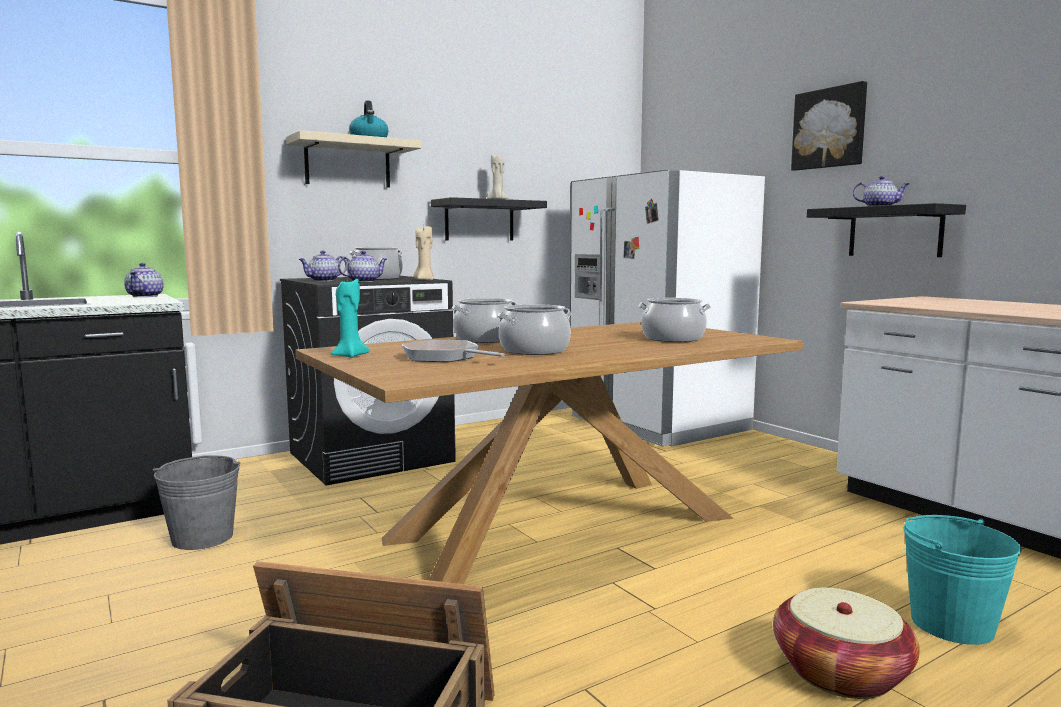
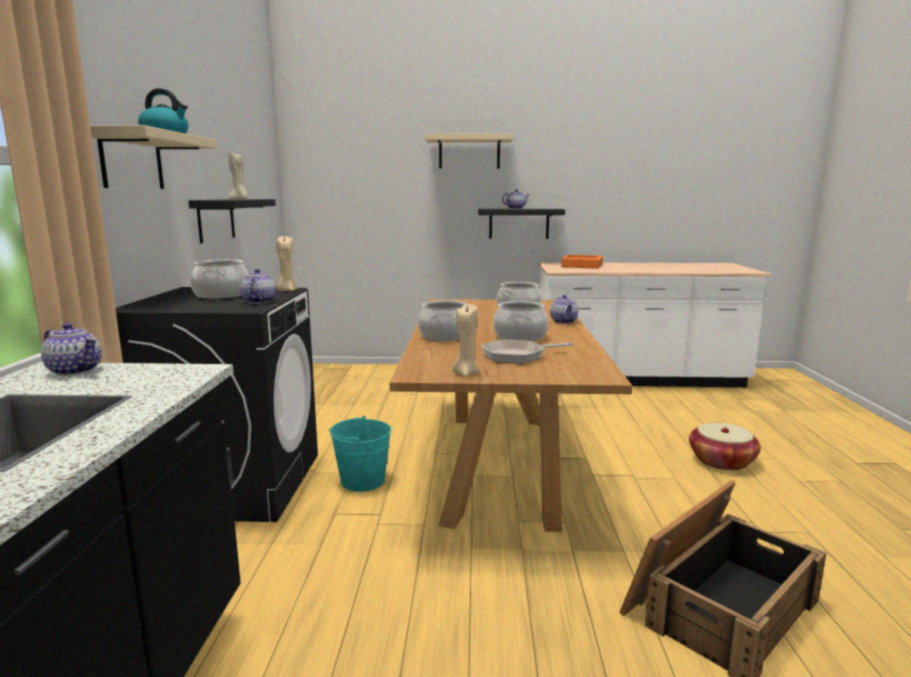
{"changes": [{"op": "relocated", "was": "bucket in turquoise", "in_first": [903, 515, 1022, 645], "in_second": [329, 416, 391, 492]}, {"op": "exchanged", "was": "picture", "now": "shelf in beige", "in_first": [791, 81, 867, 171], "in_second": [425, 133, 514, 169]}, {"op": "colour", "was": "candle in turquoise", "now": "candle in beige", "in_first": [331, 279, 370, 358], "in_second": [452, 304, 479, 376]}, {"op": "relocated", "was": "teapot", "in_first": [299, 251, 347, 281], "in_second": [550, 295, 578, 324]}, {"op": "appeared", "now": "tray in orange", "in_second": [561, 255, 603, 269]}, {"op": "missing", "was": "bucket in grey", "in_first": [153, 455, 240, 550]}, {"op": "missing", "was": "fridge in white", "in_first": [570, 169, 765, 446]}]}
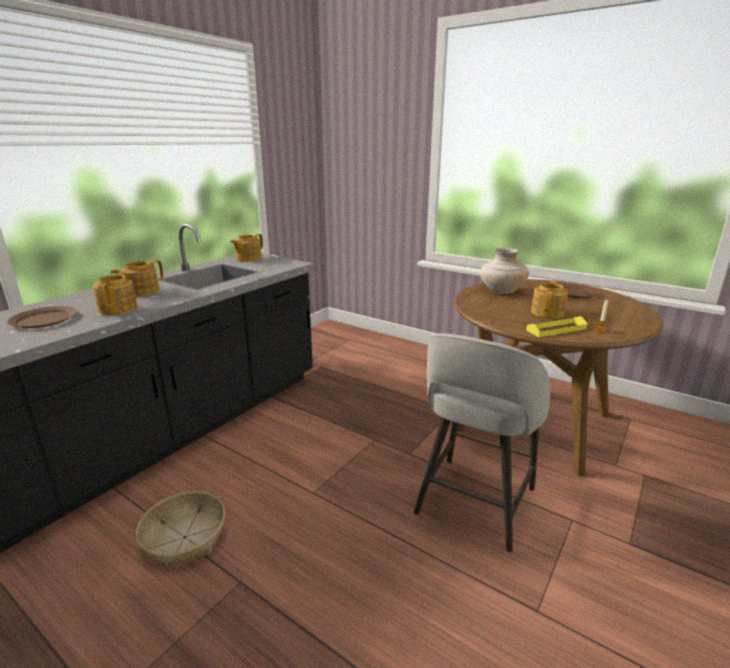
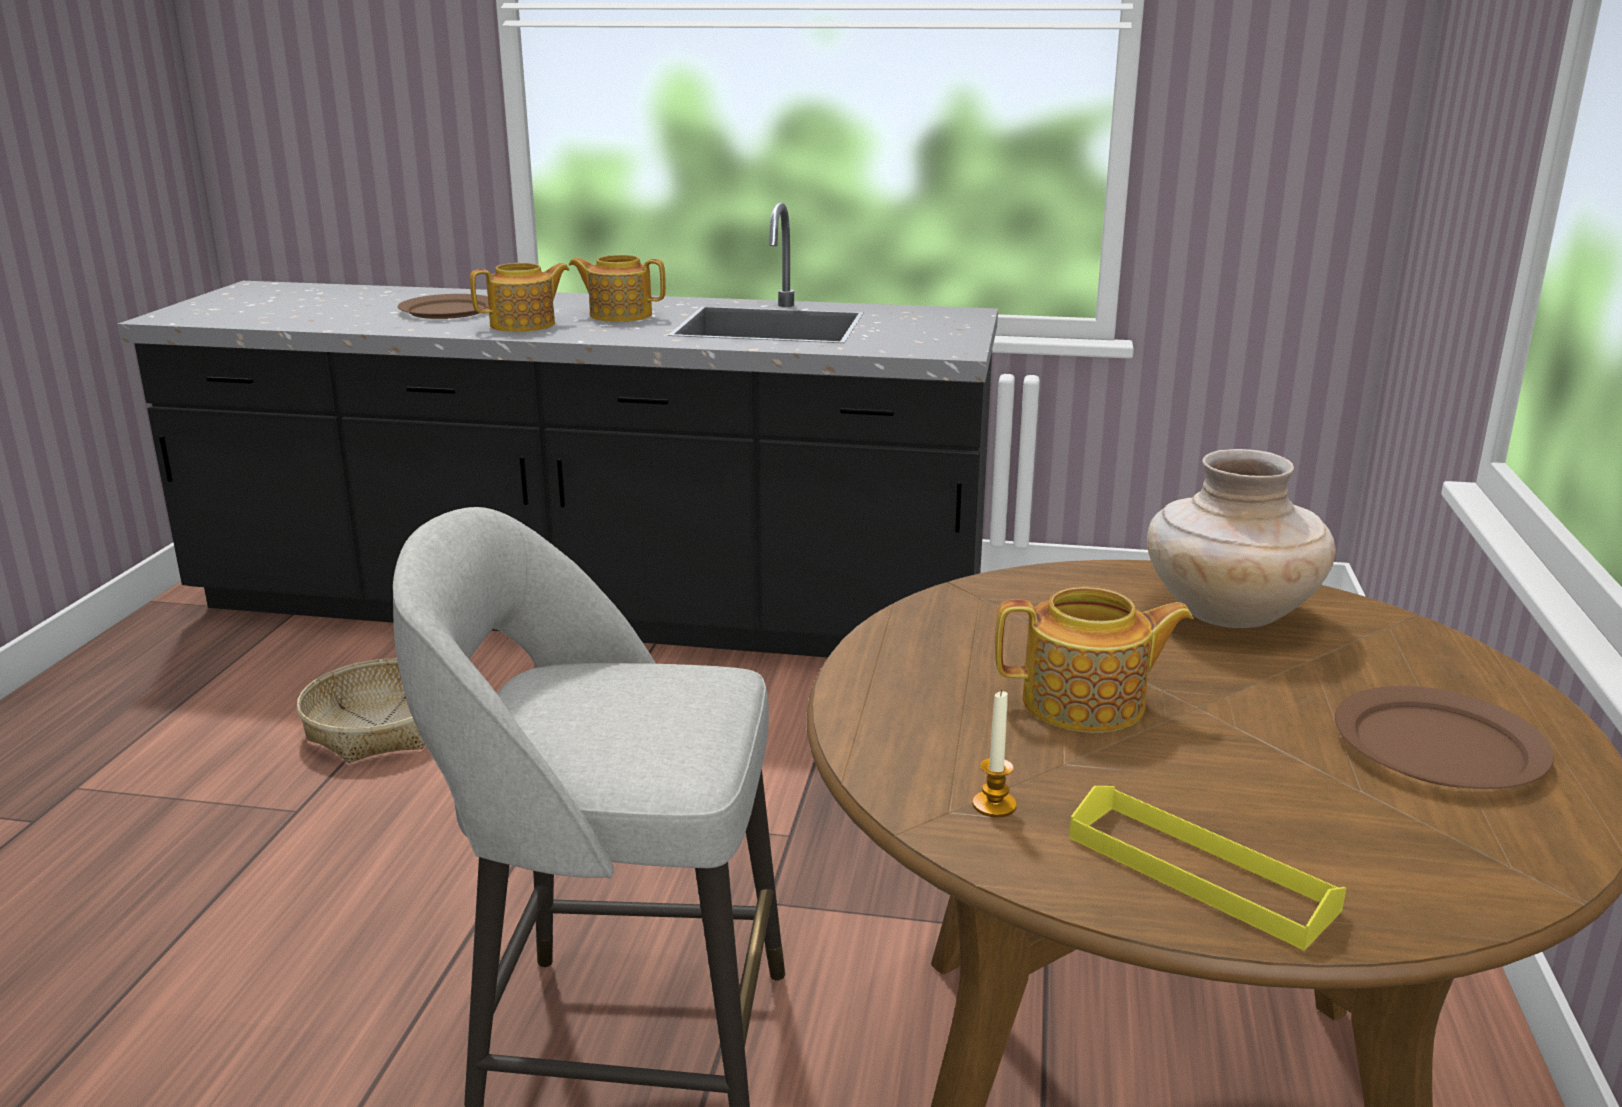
{"changes": [{"op": "relocated", "was": "tray in yellow", "in_first": [526, 316, 588, 337], "in_second": [1069, 786, 1346, 951]}, {"op": "missing", "was": "teapot", "in_first": [230, 234, 263, 262]}]}
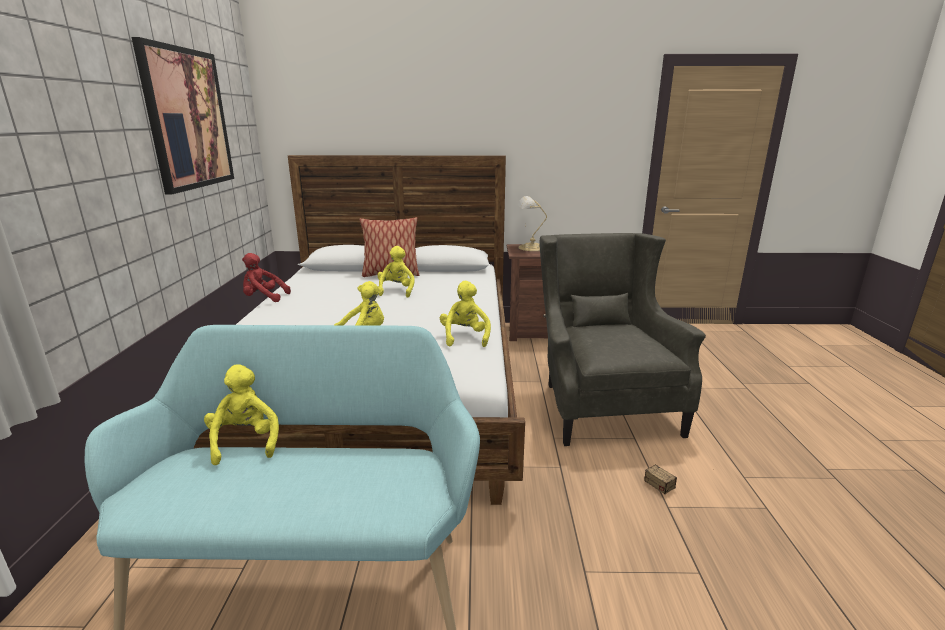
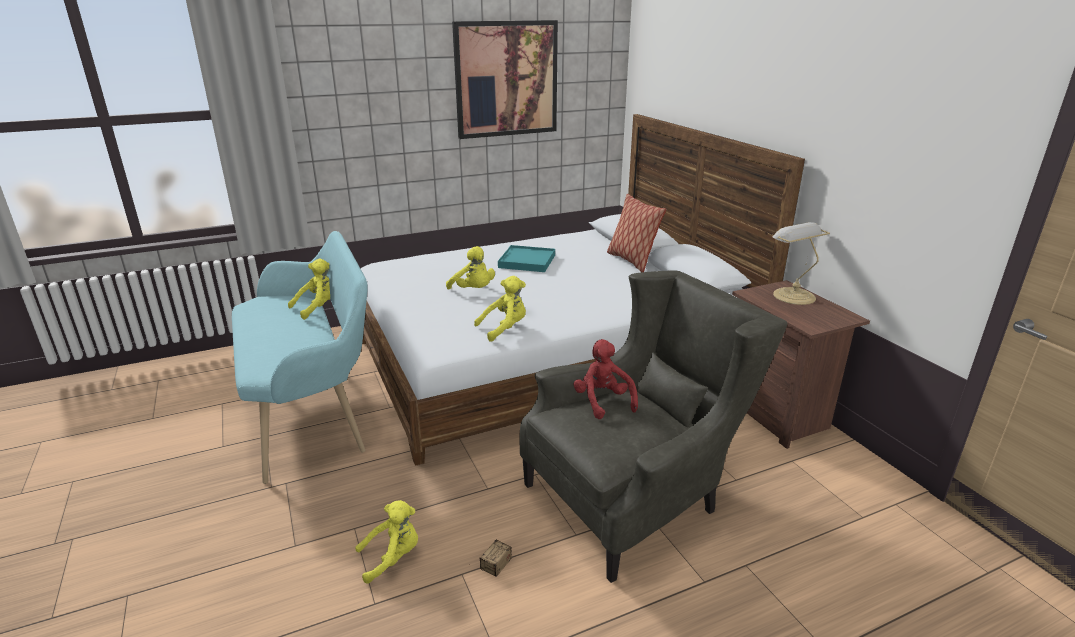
{"changes": [{"op": "relocated", "was": "plush toy in yellow", "in_first": [377, 246, 415, 298], "in_second": [355, 500, 418, 583]}, {"op": "appeared", "now": "tray in turquoise", "in_second": [498, 245, 555, 272]}, {"op": "relocated", "was": "plush toy in red", "in_first": [242, 253, 291, 302], "in_second": [573, 339, 638, 419]}]}
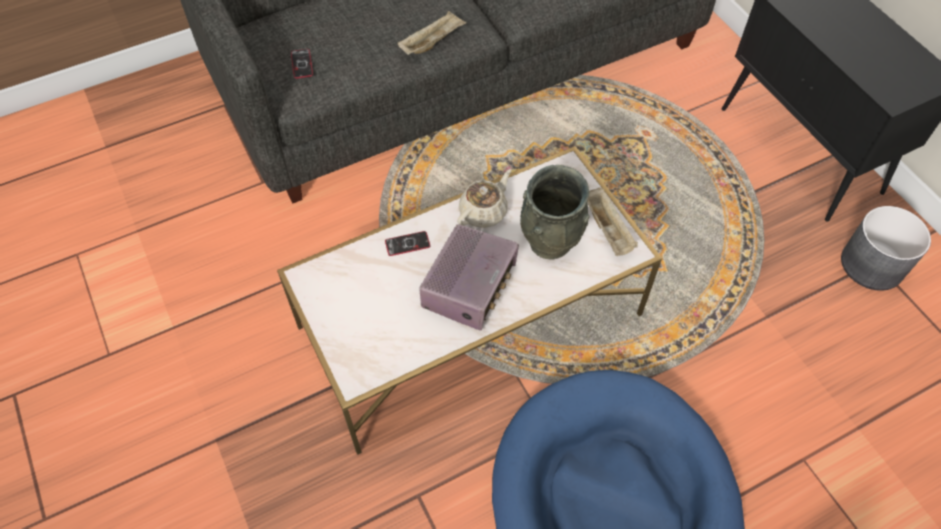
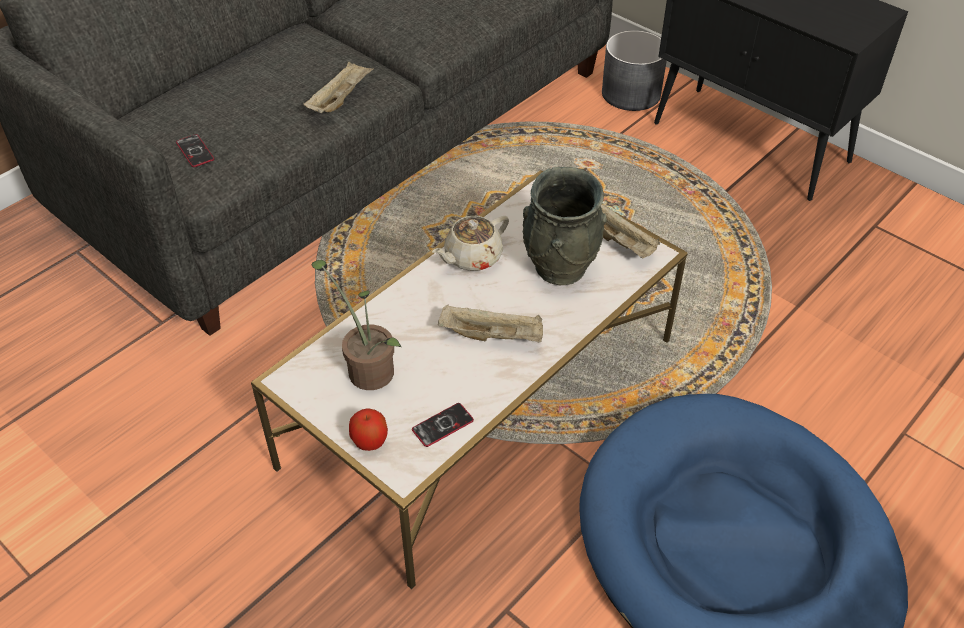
{"changes": [{"op": "appeared", "now": "potted plant", "in_second": [312, 260, 401, 390]}, {"op": "appeared", "now": "apple", "in_second": [349, 408, 388, 451]}, {"op": "relocated", "was": "phone", "in_first": [385, 231, 430, 256], "in_second": [412, 403, 474, 447]}, {"op": "spun", "was": "teapot in beige", "in_first": [457, 169, 511, 228], "in_second": [432, 216, 509, 271], "clockwise": -150}, {"op": "exchanged", "was": "radio", "now": "tray in beige", "in_first": [419, 224, 519, 330], "in_second": [438, 305, 543, 343]}, {"op": "relocated", "was": "planter in grey", "in_first": [841, 206, 931, 291], "in_second": [602, 30, 667, 111]}]}
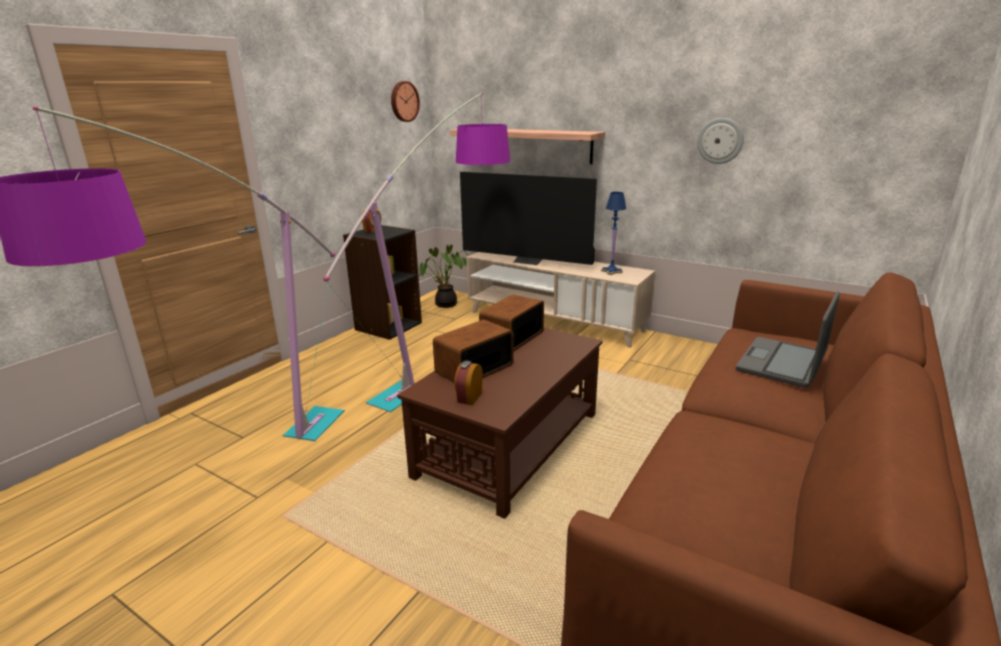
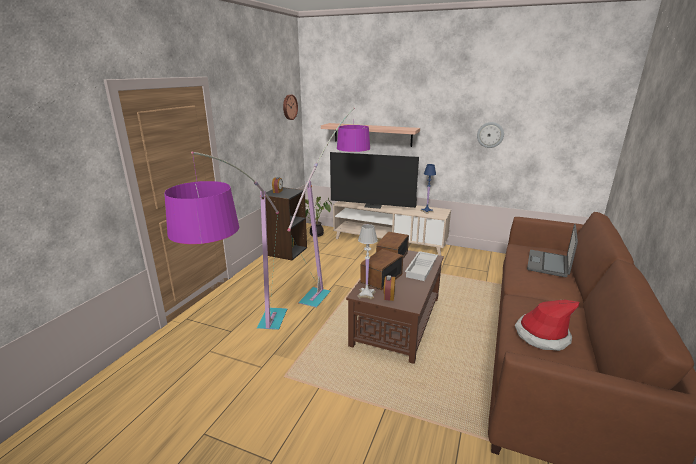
{"changes": [{"op": "appeared", "now": "table lamp in white", "in_second": [357, 224, 378, 300]}, {"op": "appeared", "now": "tray in white", "in_second": [405, 251, 438, 281]}, {"op": "appeared", "now": "hat", "in_second": [515, 299, 579, 351]}]}
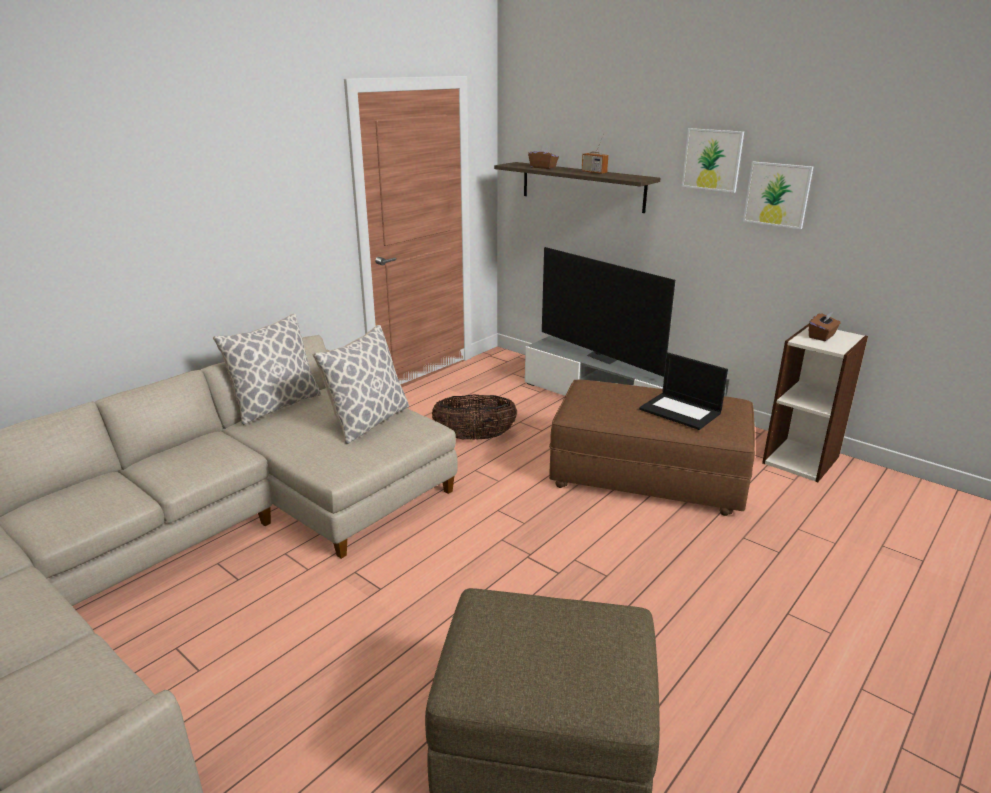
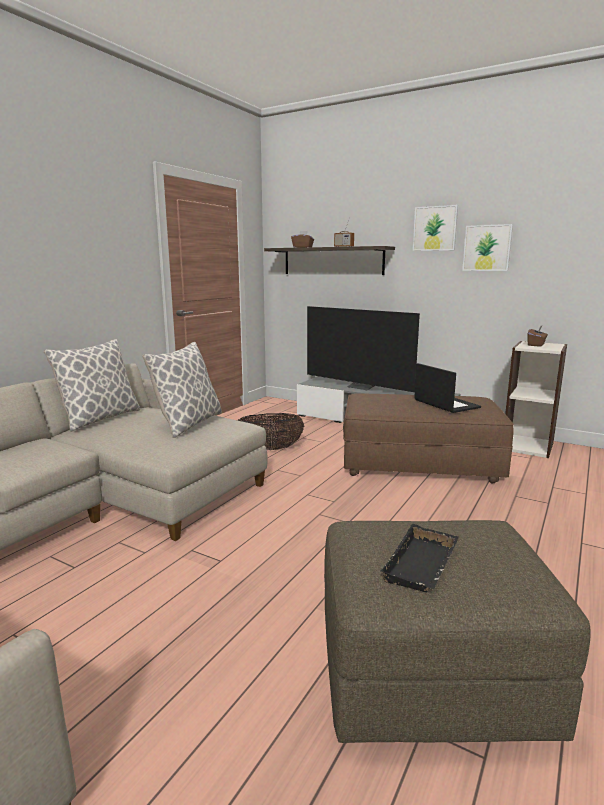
{"changes": [{"op": "appeared", "now": "tray in black", "in_second": [381, 524, 459, 592]}, {"op": "spun", "was": "laptop", "in_first": [639, 353, 728, 430], "in_second": [414, 363, 481, 413], "clockwise": -150}]}
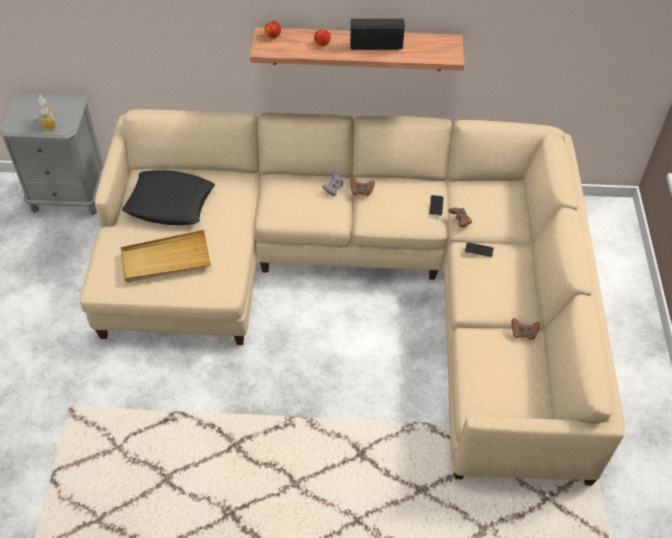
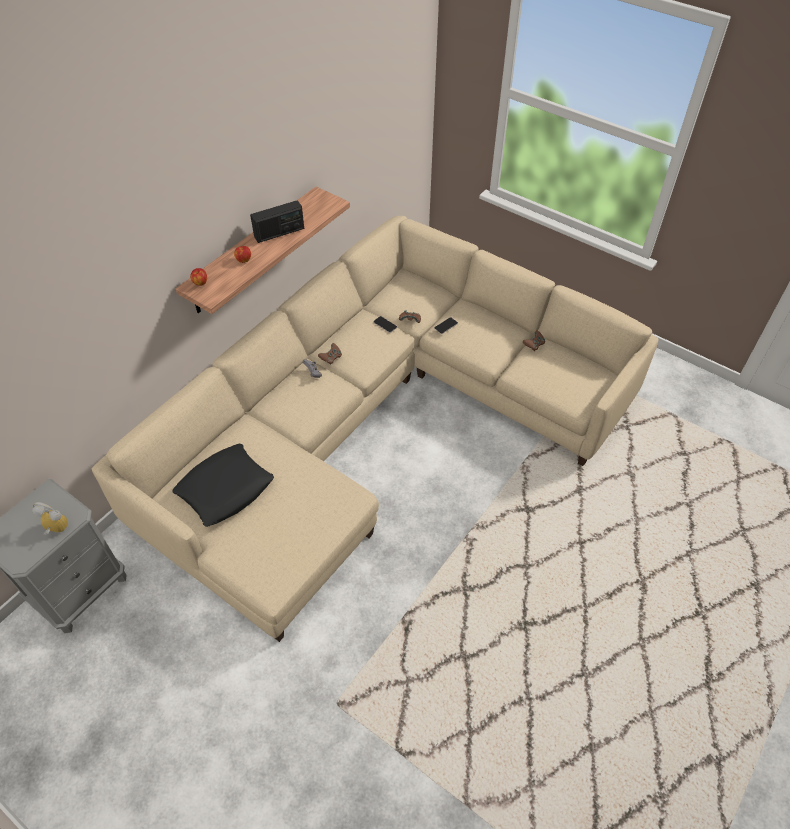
{"changes": [{"op": "spun", "was": "radio", "in_first": [350, 19, 405, 50], "in_second": [250, 200, 304, 243], "clockwise": -150}, {"op": "missing", "was": "tray in beige", "in_first": [121, 230, 211, 282]}]}
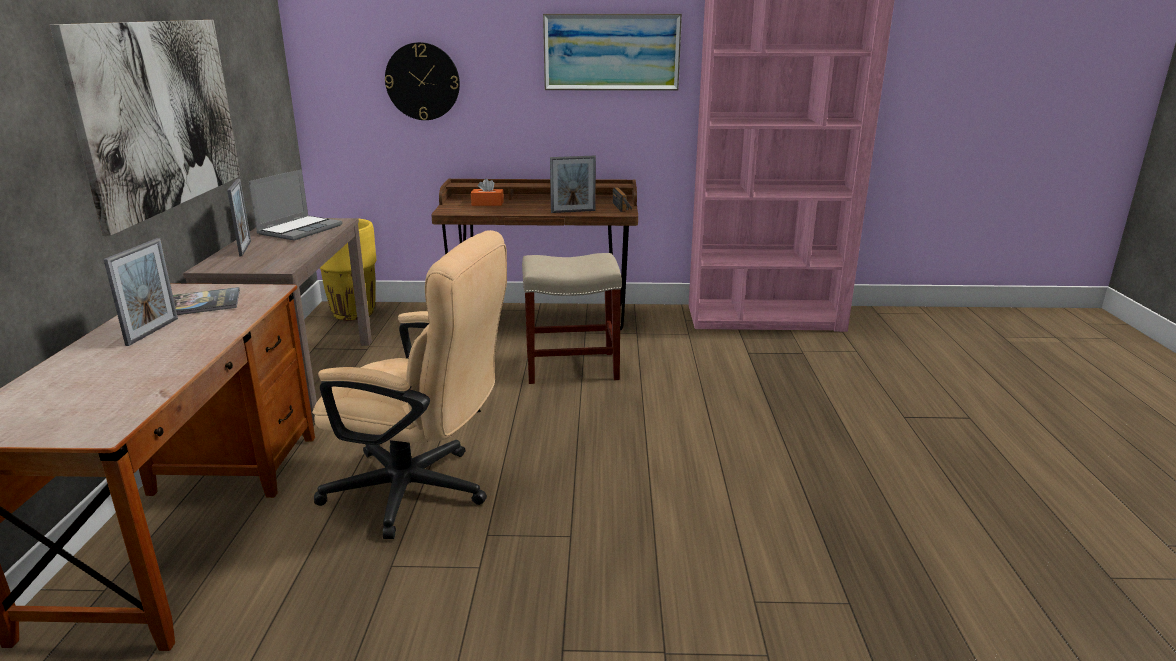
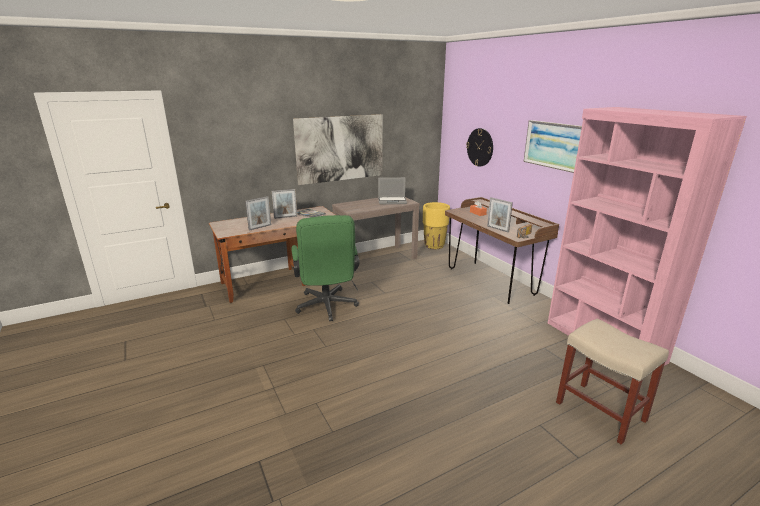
{"changes": [{"op": "relocated", "was": "picture frame", "in_first": [227, 179, 251, 256], "in_second": [245, 196, 271, 231]}, {"op": "colour", "was": "office chair in beige", "now": "office chair in green", "in_first": [312, 230, 507, 539], "in_second": [291, 215, 360, 321]}, {"op": "relocated", "was": "stool in beige", "in_first": [522, 253, 622, 384], "in_second": [556, 318, 669, 445]}]}
